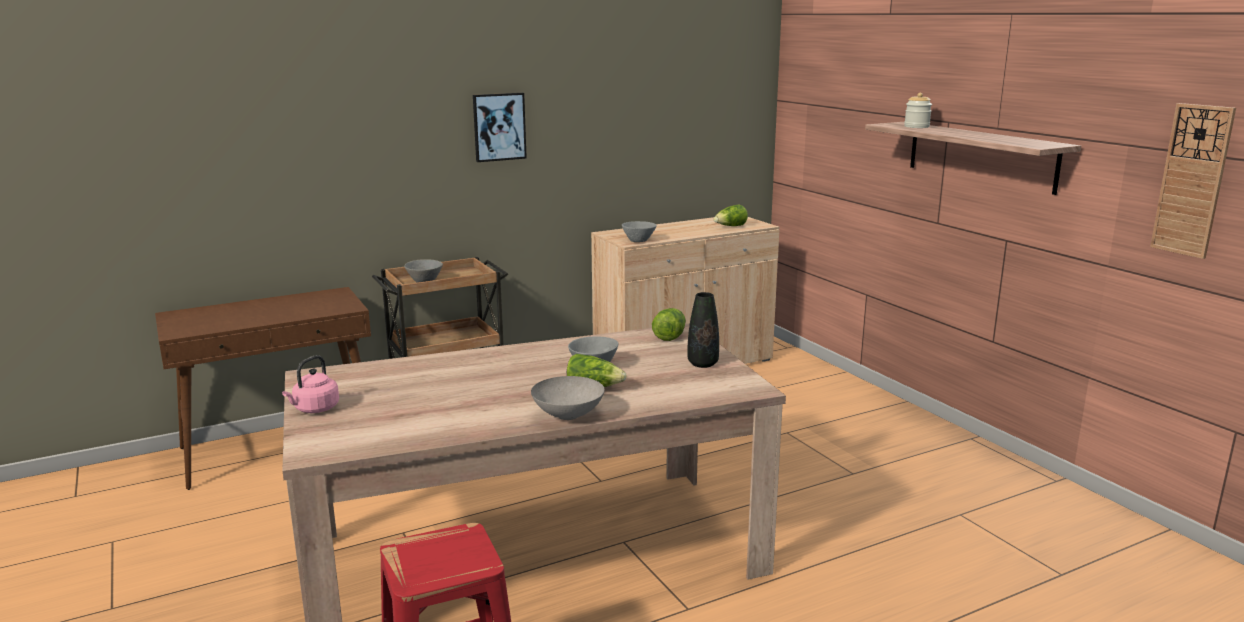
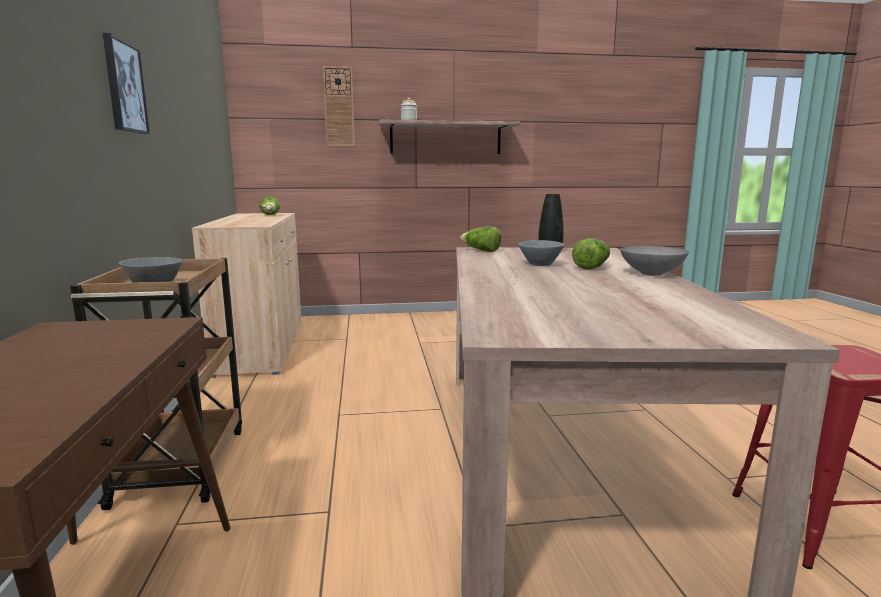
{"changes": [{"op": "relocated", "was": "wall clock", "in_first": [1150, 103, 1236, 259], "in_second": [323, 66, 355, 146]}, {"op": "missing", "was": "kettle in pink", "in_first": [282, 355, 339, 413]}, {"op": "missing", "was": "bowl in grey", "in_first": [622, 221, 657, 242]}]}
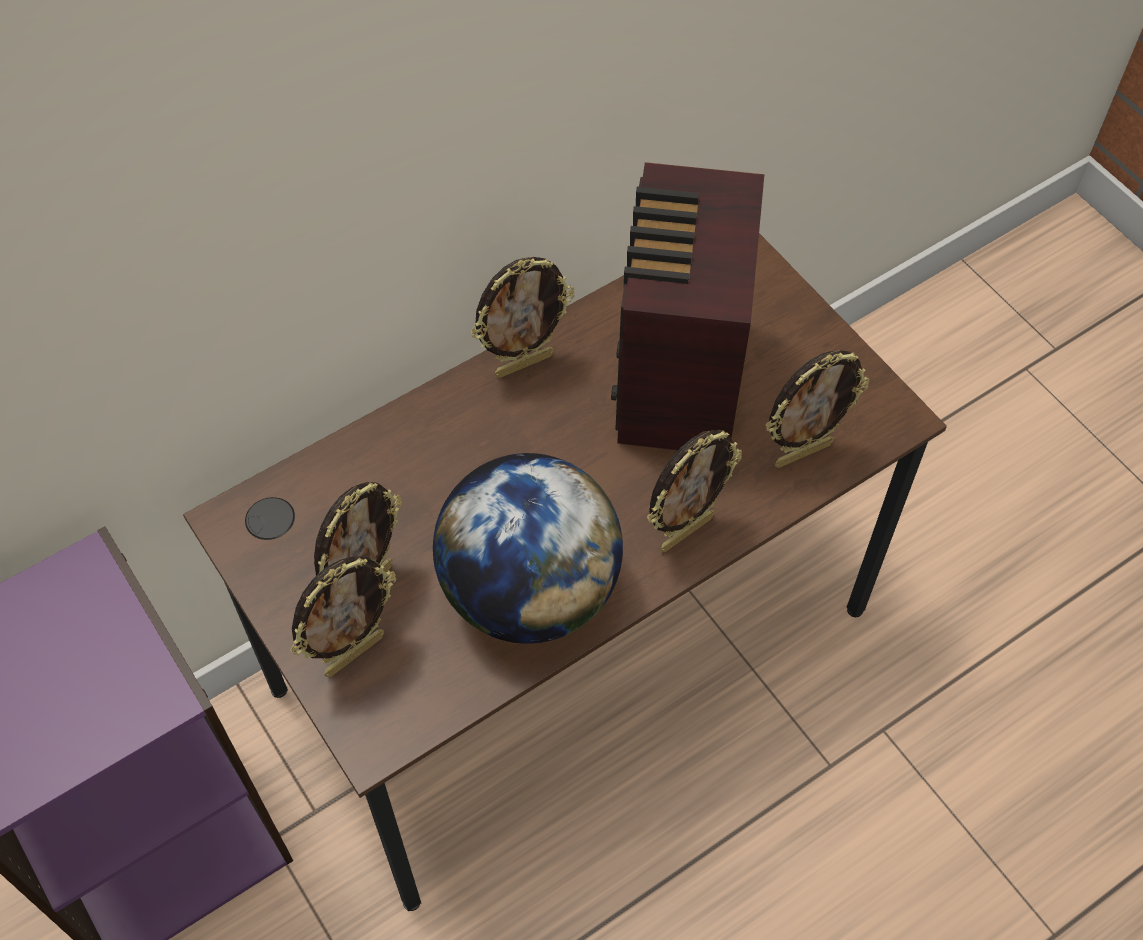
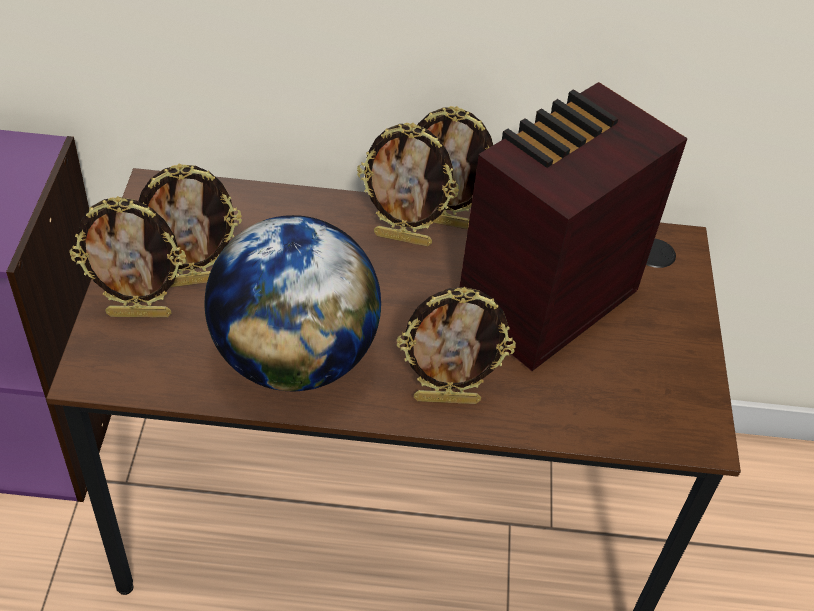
{"changes": [{"op": "relocated", "was": "picture frame", "in_first": [766, 350, 870, 468], "in_second": [357, 123, 459, 246]}]}
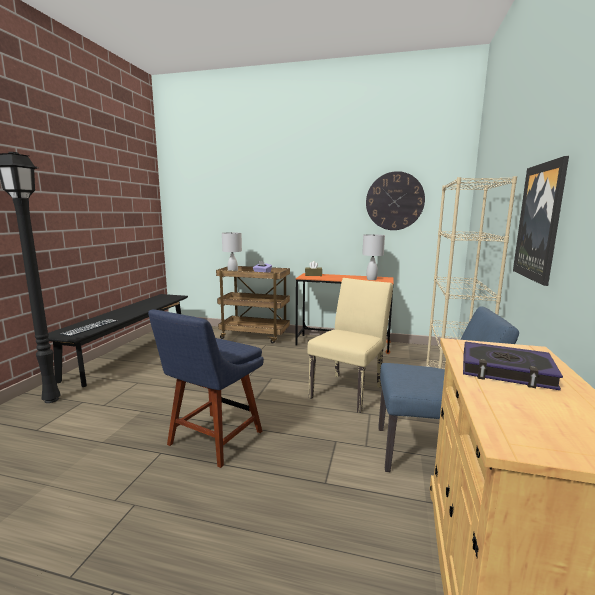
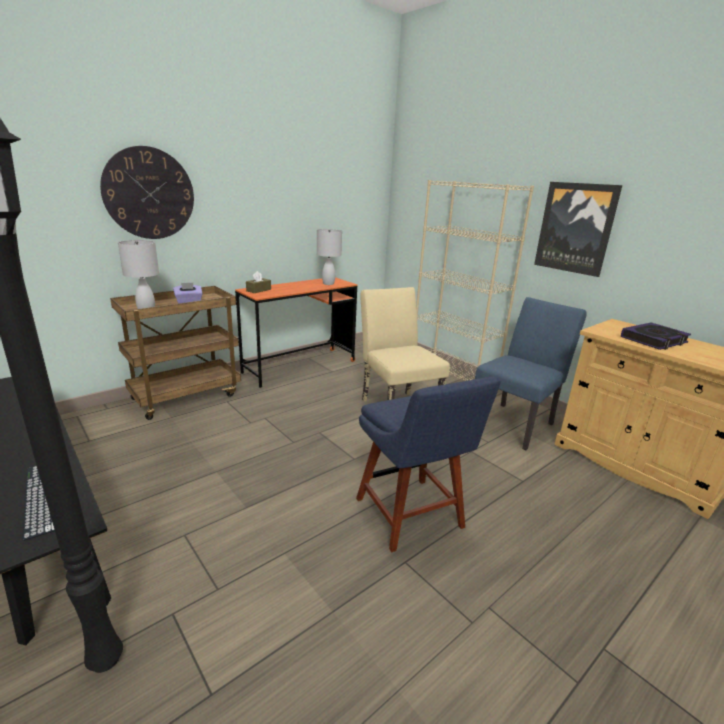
{"changes": [{"op": "relocated", "was": "wall clock", "in_first": [366, 171, 425, 230], "in_second": [100, 146, 194, 239]}]}
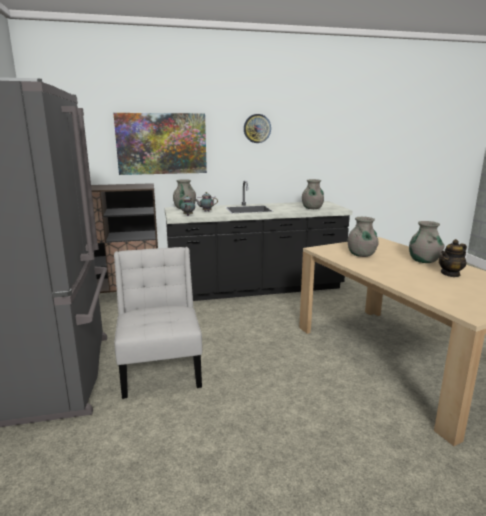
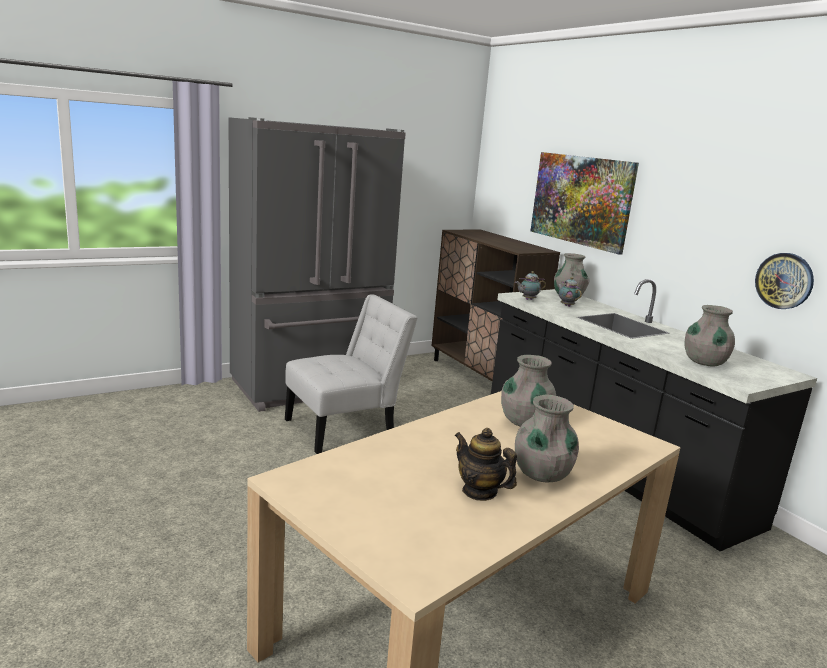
{"changes": [{"op": "relocated", "was": "wall clock", "in_first": [244, 114, 271, 143], "in_second": [755, 253, 814, 309]}]}
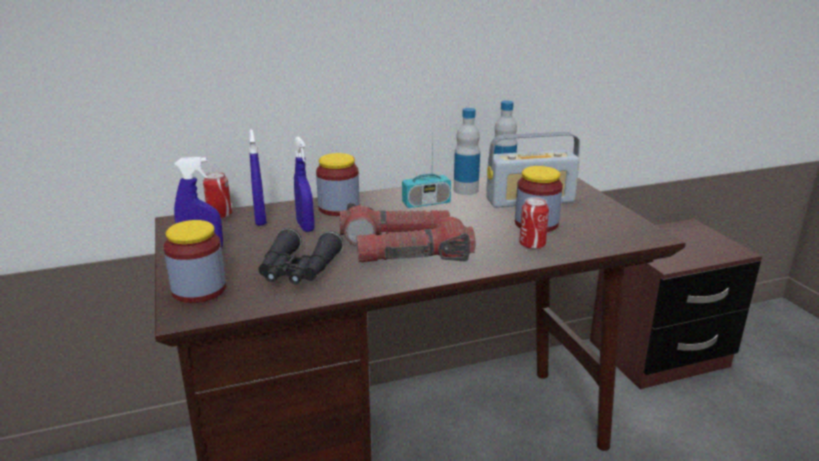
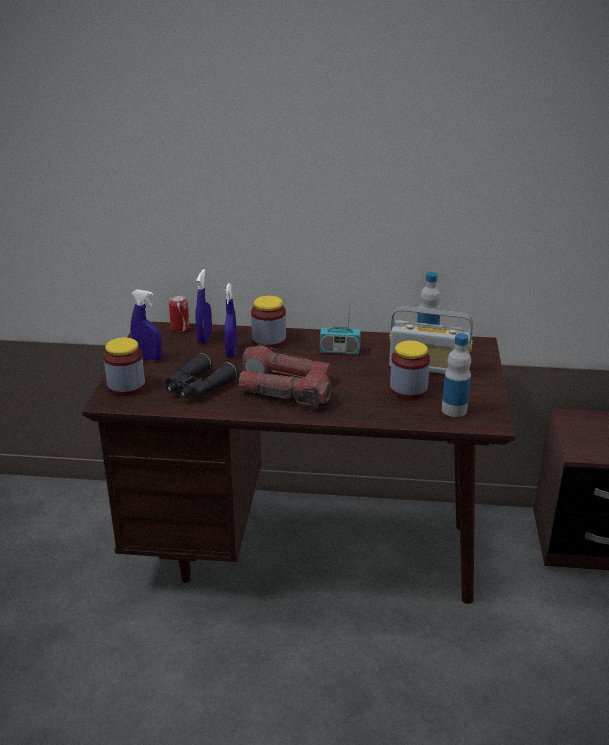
{"changes": [{"op": "relocated", "was": "bottle", "in_first": [454, 108, 480, 195], "in_second": [442, 333, 471, 417]}, {"op": "missing", "was": "can", "in_first": [519, 197, 549, 249]}]}
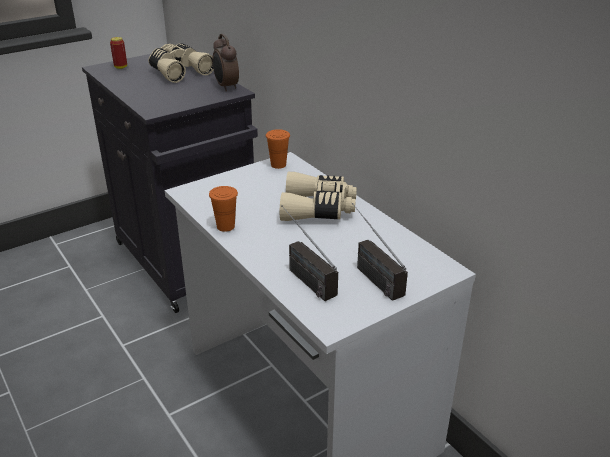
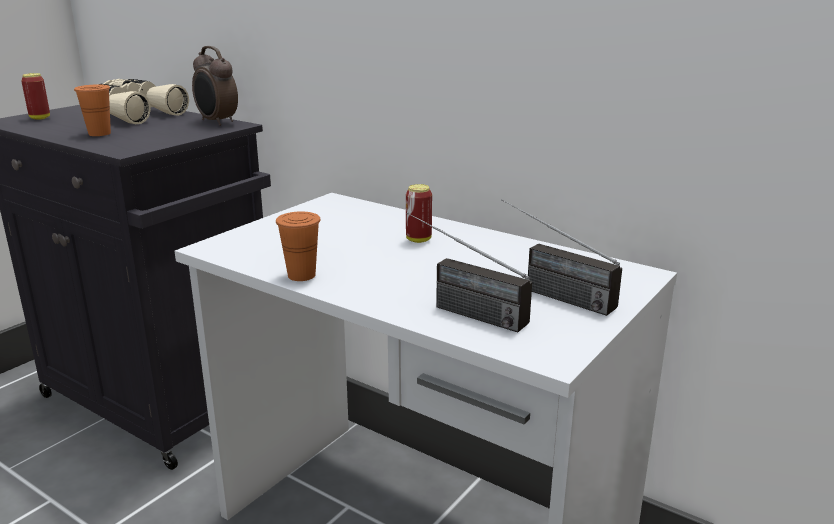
{"changes": [{"op": "relocated", "was": "cup in orange", "in_first": [266, 129, 290, 169], "in_second": [74, 84, 111, 136]}, {"op": "exchanged", "was": "binoculars in beige", "now": "can", "in_first": [280, 172, 357, 221], "in_second": [406, 184, 432, 243]}]}
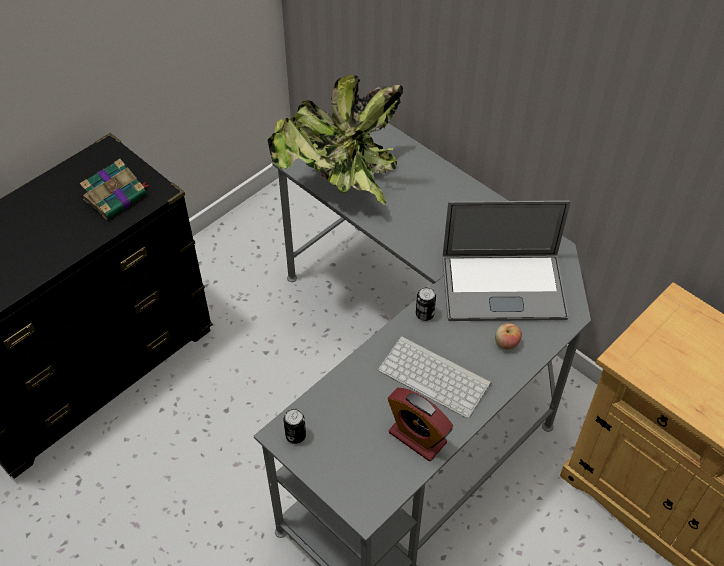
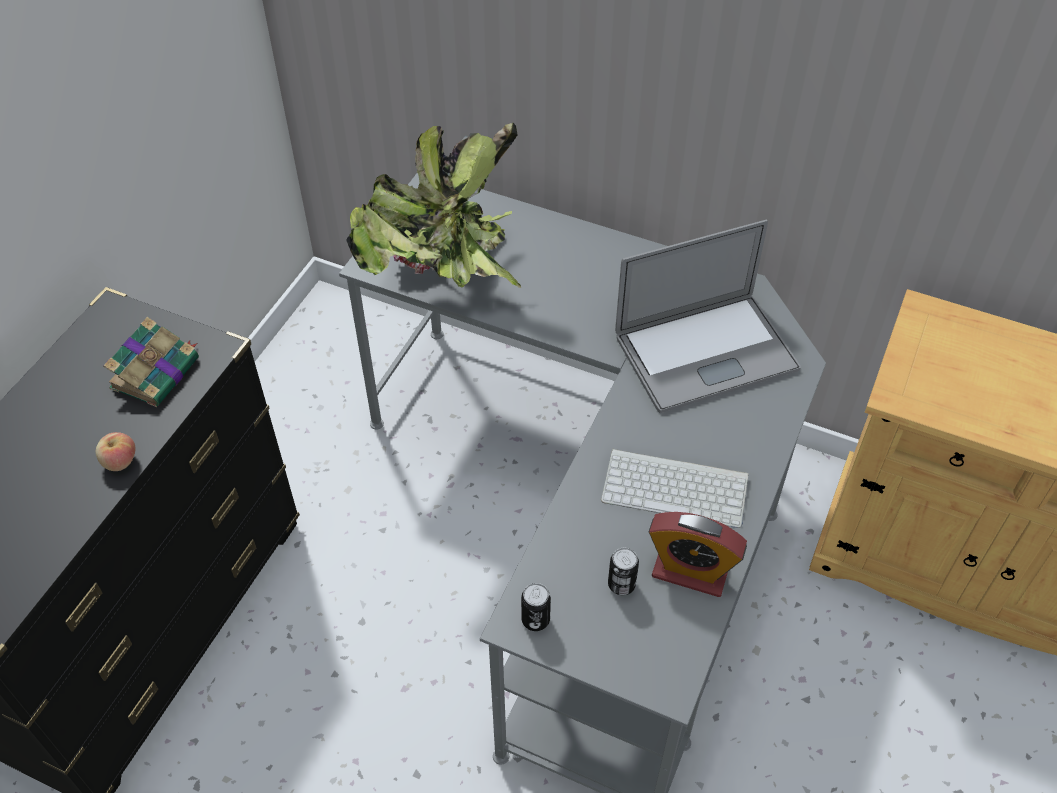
{"changes": [{"op": "relocated", "was": "apple", "in_first": [495, 323, 522, 350], "in_second": [96, 432, 136, 471]}, {"op": "relocated", "was": "can", "in_first": [416, 287, 436, 321], "in_second": [608, 547, 639, 595]}]}
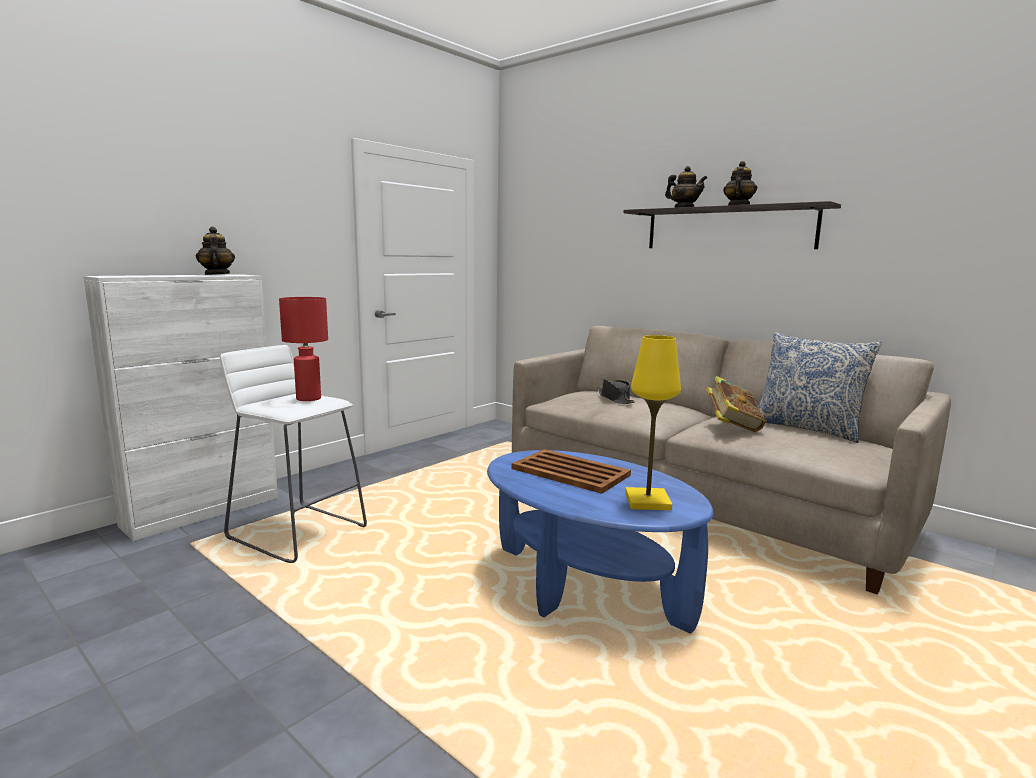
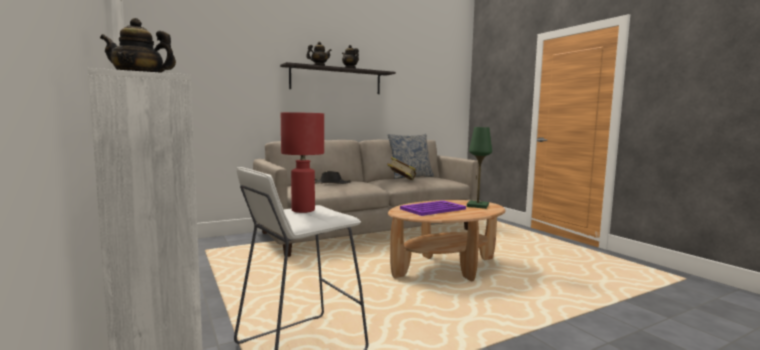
{"changes": [{"op": "colour", "was": "coffee table in blue", "now": "coffee table in brown", "in_first": [487, 450, 713, 634], "in_second": [388, 200, 506, 281]}, {"op": "colour", "was": "tray in brown", "now": "tray in purple", "in_first": [512, 449, 631, 494], "in_second": [400, 201, 466, 216]}, {"op": "colour", "was": "table lamp in yellow", "now": "table lamp in green", "in_first": [625, 335, 681, 510], "in_second": [467, 127, 492, 209]}]}
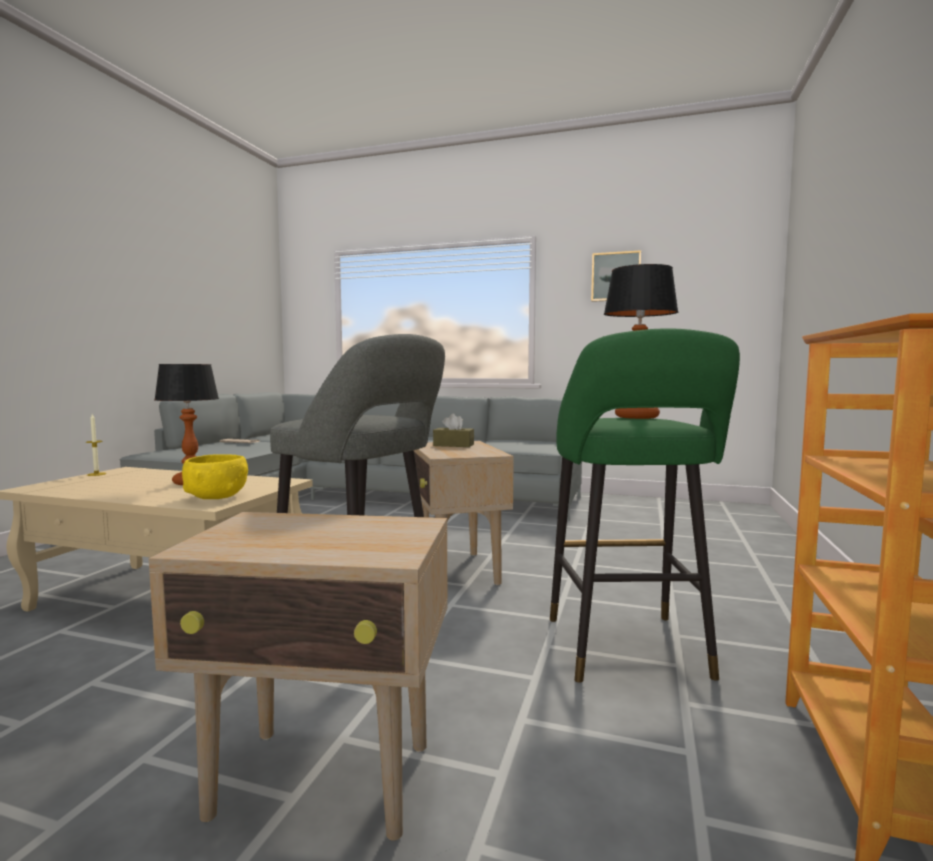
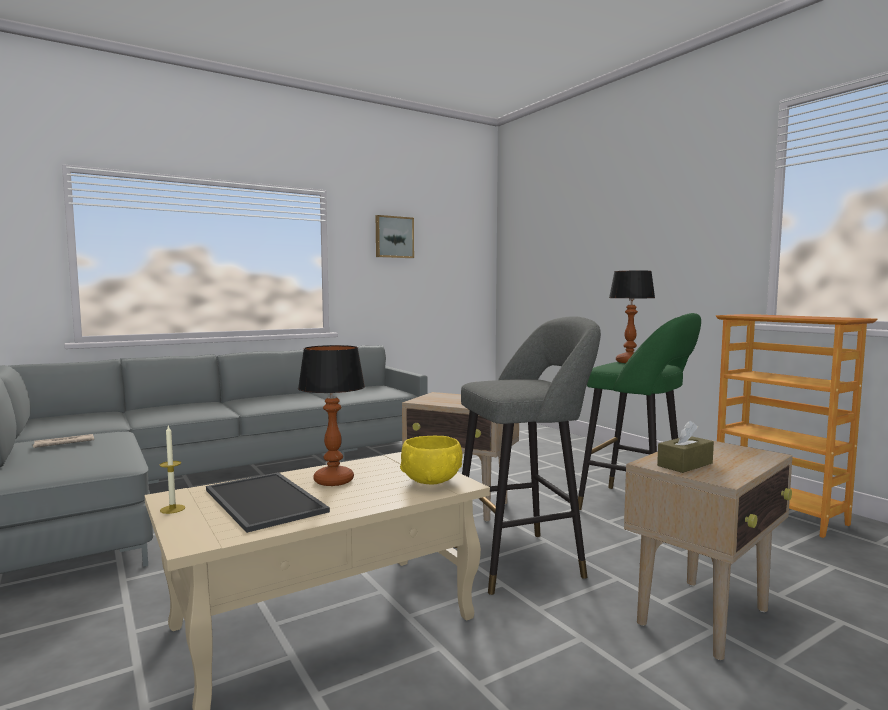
{"changes": [{"op": "appeared", "now": "tray", "in_second": [206, 472, 330, 533]}, {"op": "relocated", "was": "tissue box in brown", "in_first": [433, 414, 474, 447], "in_second": [657, 420, 714, 473]}]}
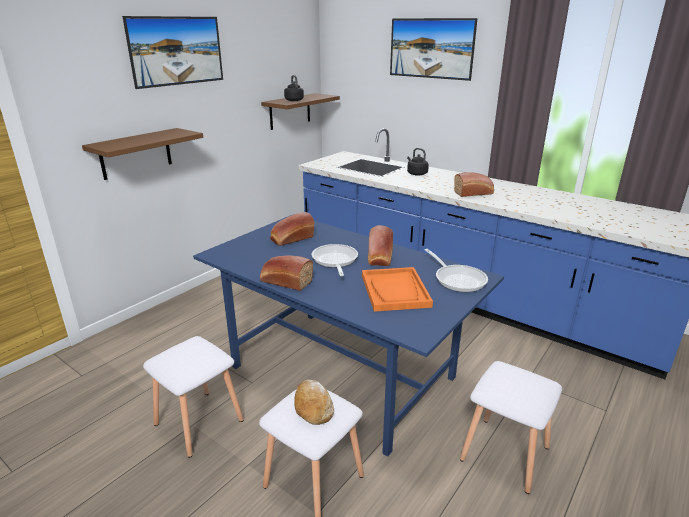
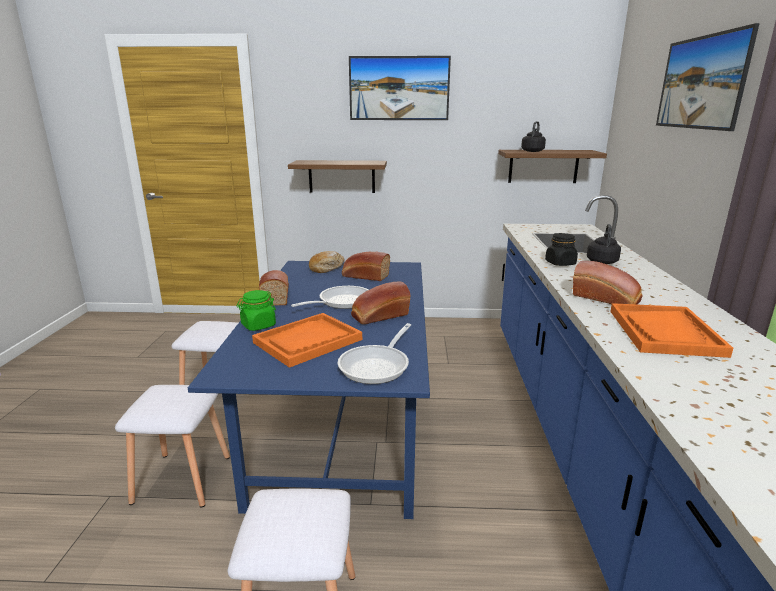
{"changes": [{"op": "appeared", "now": "jar in green", "in_second": [237, 290, 276, 331]}, {"op": "relocated", "was": "bread", "in_first": [294, 380, 334, 425], "in_second": [309, 251, 344, 273]}, {"op": "appeared", "now": "jar in black", "in_second": [545, 233, 578, 266]}, {"op": "appeared", "now": "tray in orange", "in_second": [610, 303, 733, 358]}]}
